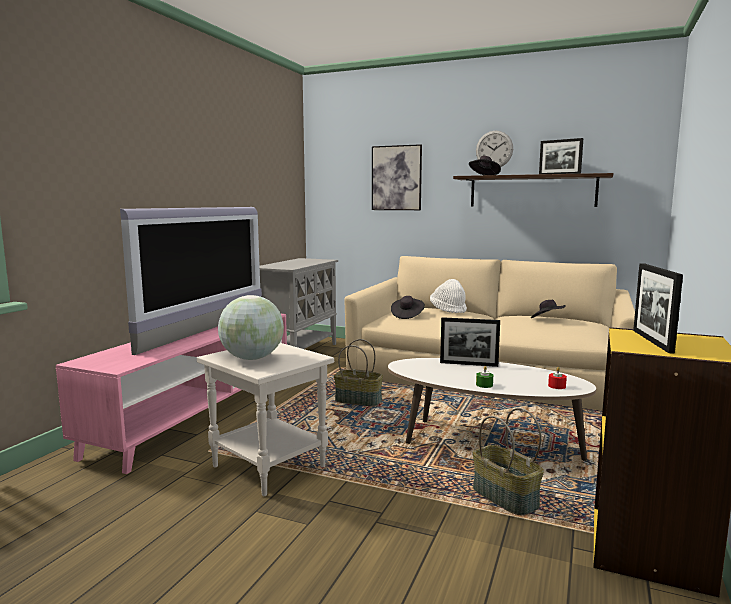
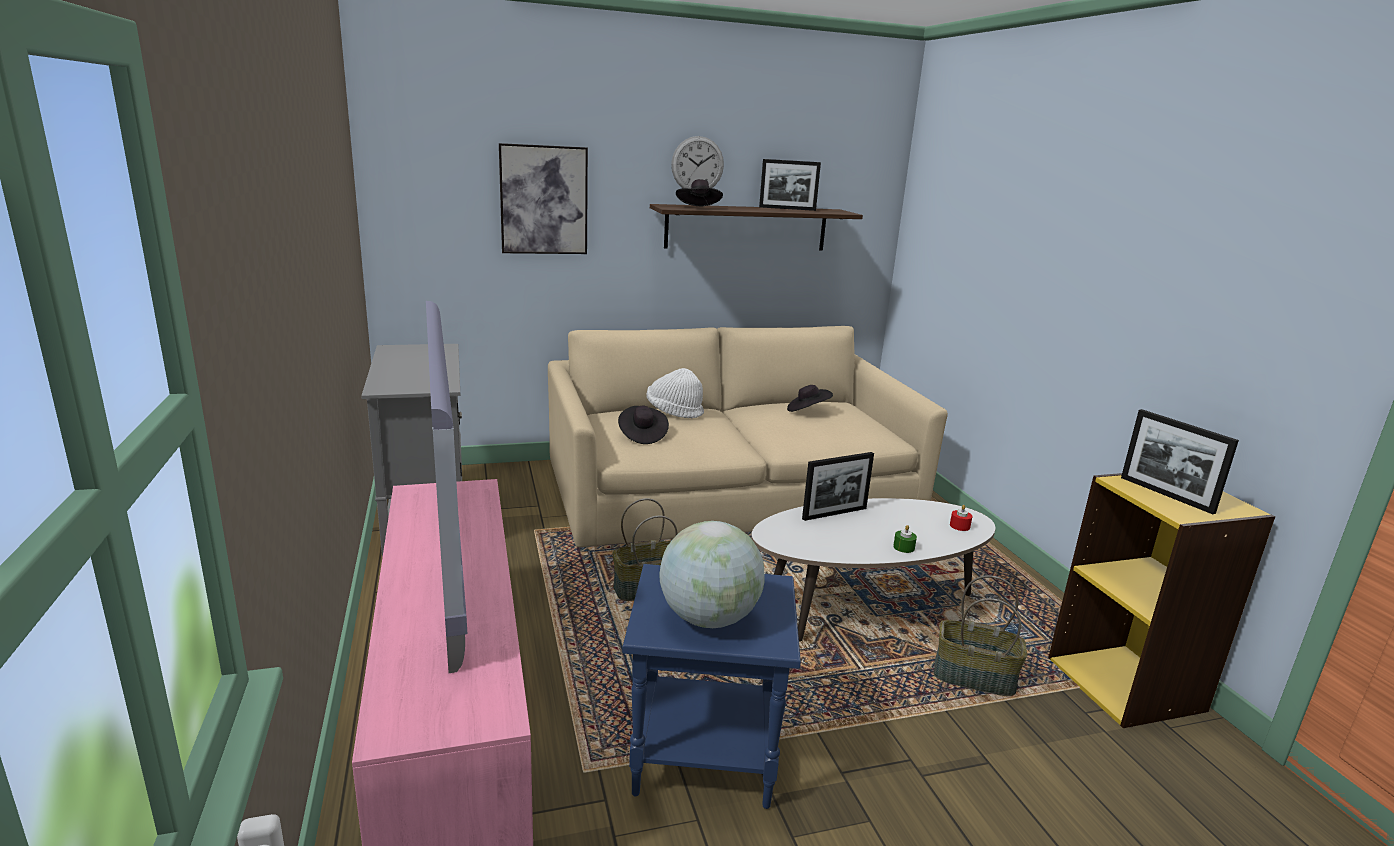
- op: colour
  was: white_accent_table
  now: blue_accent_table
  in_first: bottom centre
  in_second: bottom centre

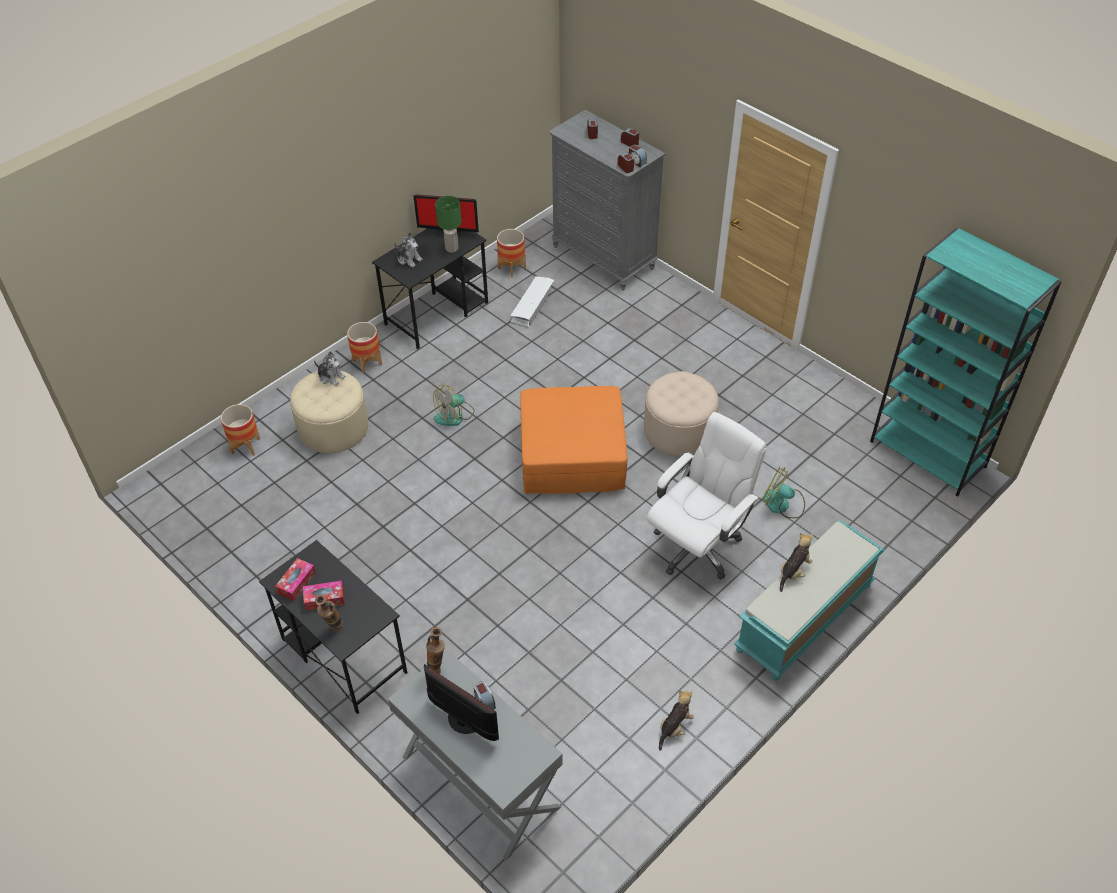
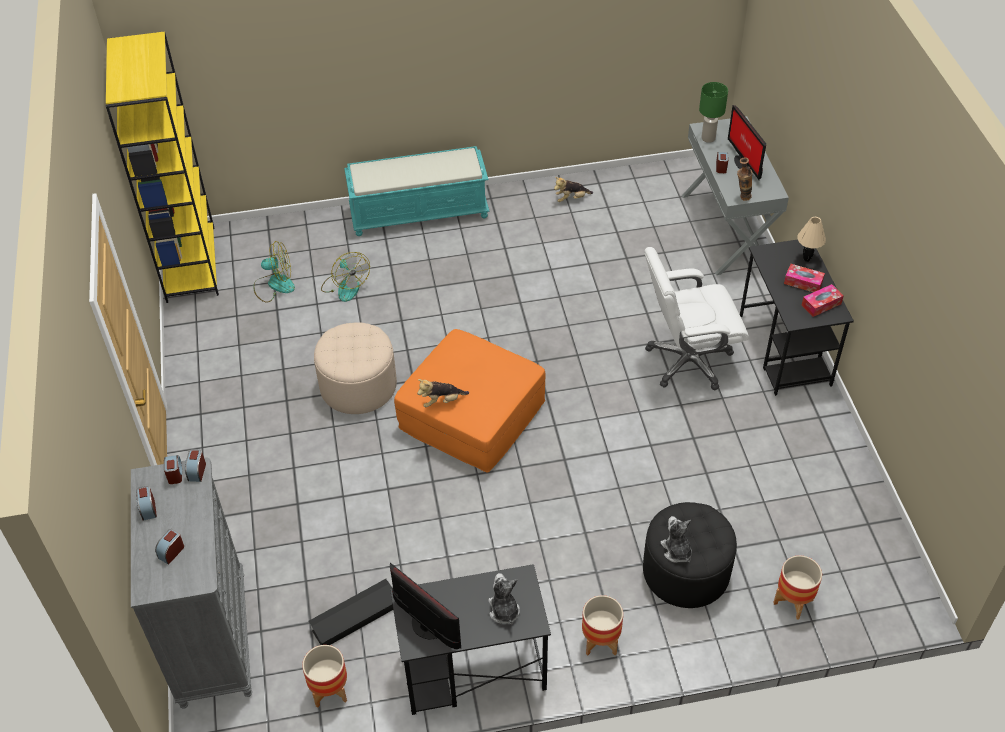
- op: relocated
  was: greenish_lamp_for_a_table
  in_first: top centre
  in_second: top right
- op: colour
  was: blue-green_shelving_unit
  now: yellow-coloured_shelving_unit
  in_first: middle right
  in_second: top left
- op: colour
  was: white_storage_bin
  now: blackish_storage_bin
  in_first: centre
  in_second: bottom centre
- op: colour
  was: beige_pouffe (no. 1 from left)
  now: blackish_pouffe
  in_first: middle left
  in_second: bottom right
- op: relocated
  was: cooling_fan (no. 1 from left)
  in_first: centre
  in_second: middle left
- op: relocated
  was: white_desk_chair
  in_first: centre
  in_second: middle right
- op: relocated
  was: plush_toy (no. 4 from left in the first image)
  now: plush_toy (no. 1 from left)
  in_first: middle right
  in_second: centre
- op: exchanged
  was: flower_vase (no. 1 from left)
  now: beige_lamp_for_a_table
  in_first: bottom left
  in_second: top right

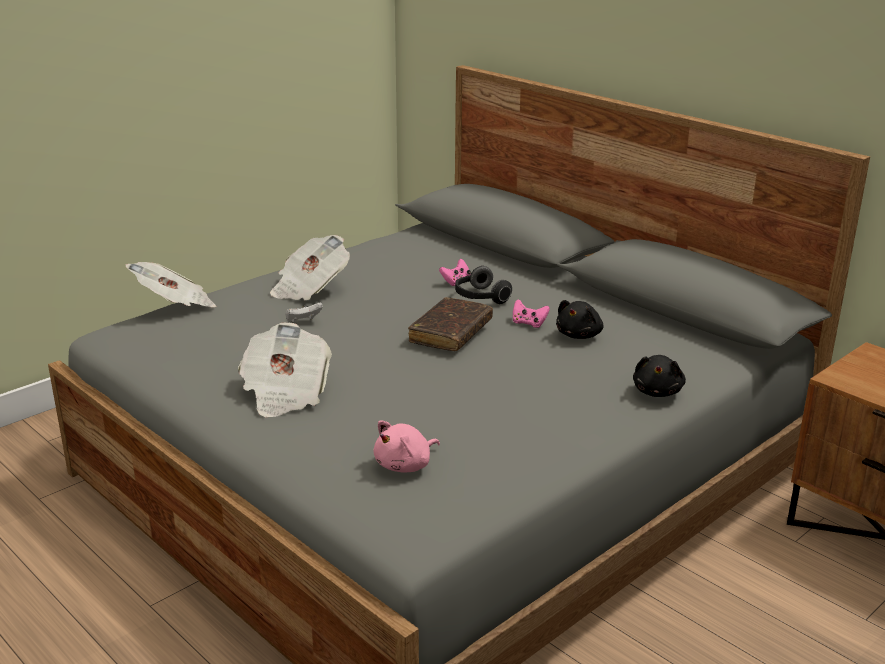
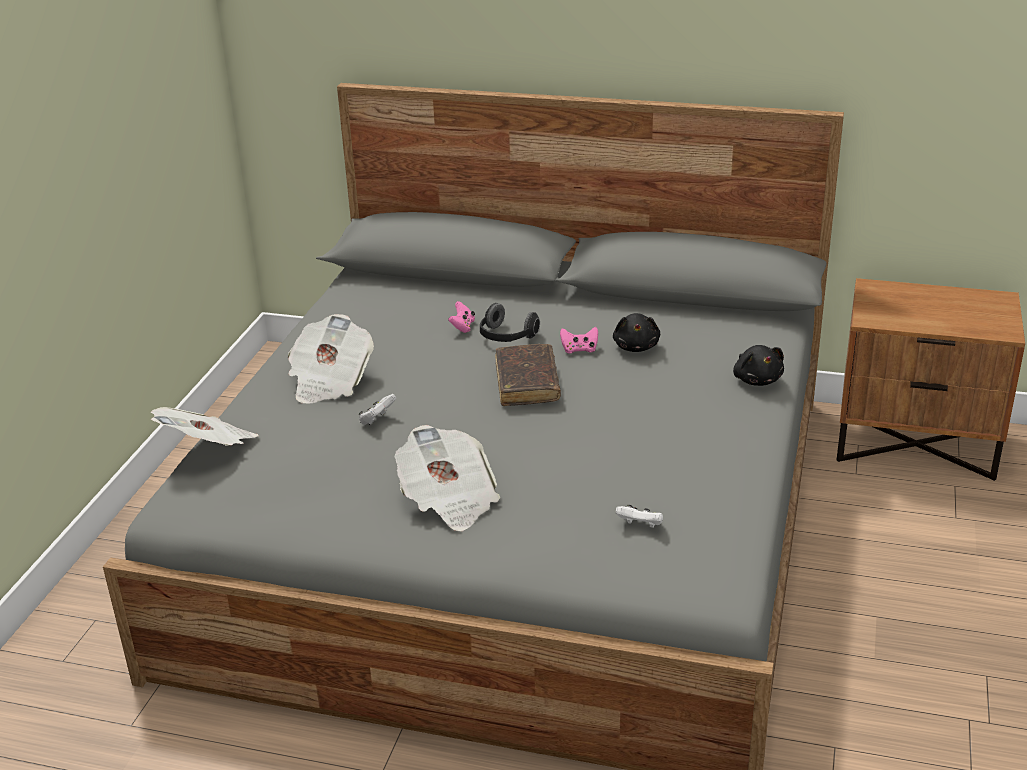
- op: exchanged
  was: pinkish_plush_toy
  now: white_gamepad (no. 2 from left)
  in_first: bottom centre
  in_second: bottom centre

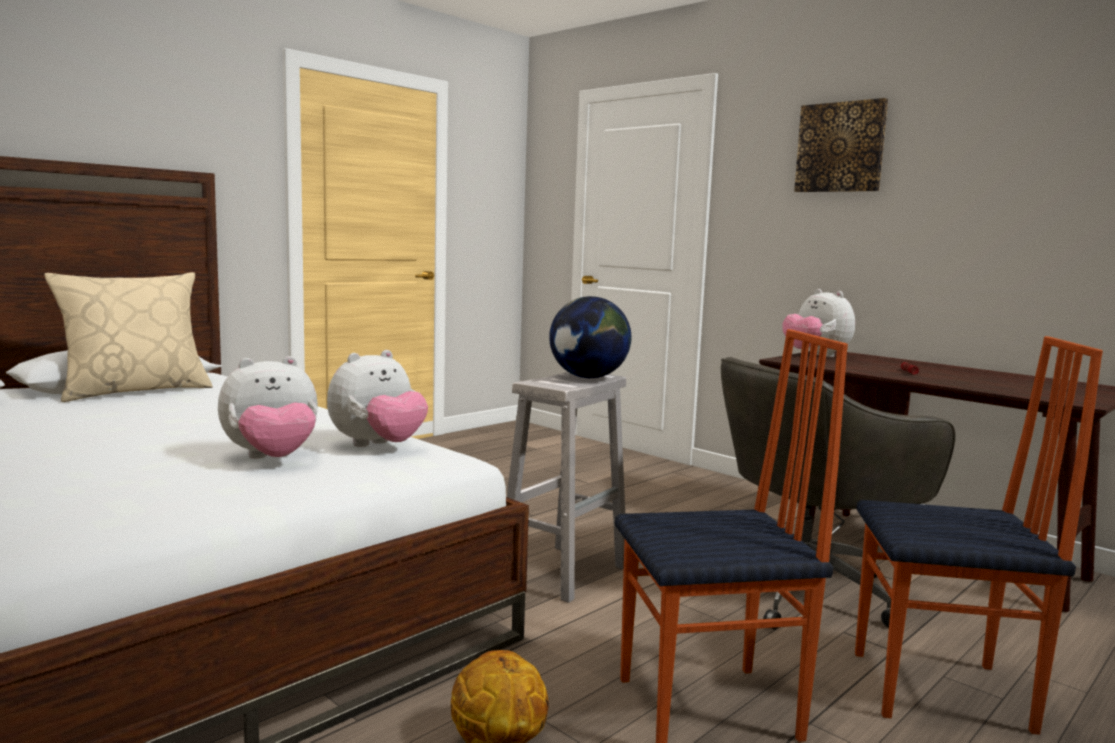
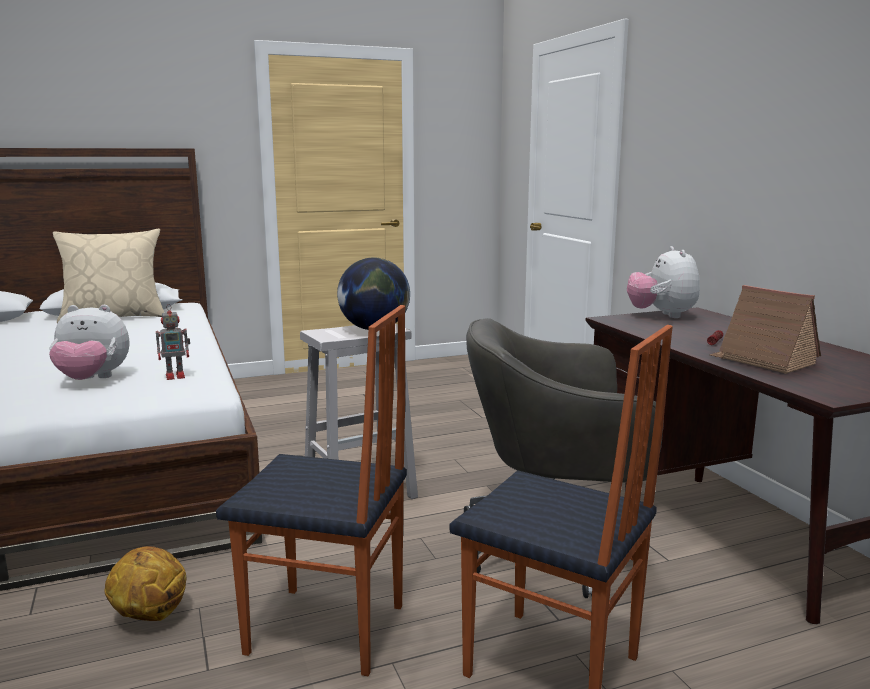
- op: missing
  was: picture
  in_first: top right
- op: exchanged
  was: plush_toy (no. 2 from left)
  now: model_robot
  in_first: centre
  in_second: middle left
- op: appeared
  now: model_house
  in_second: middle right

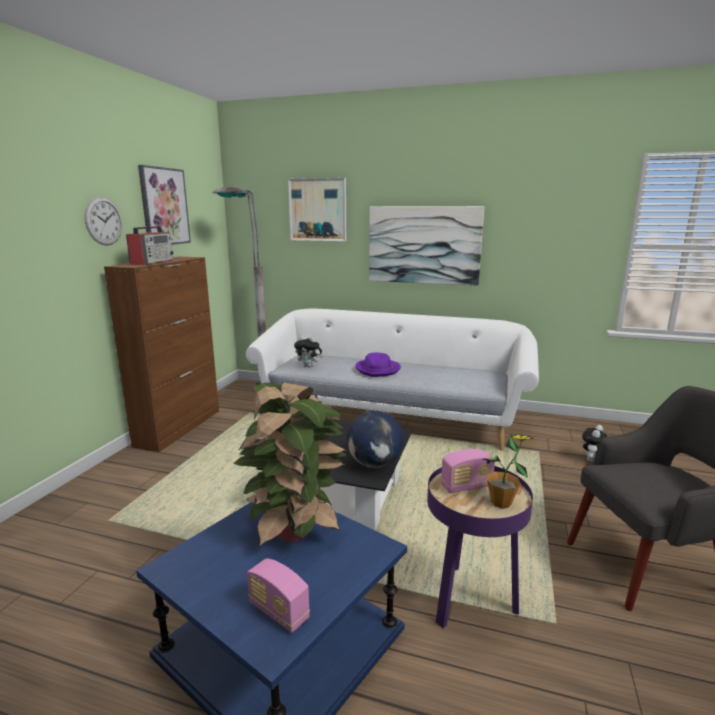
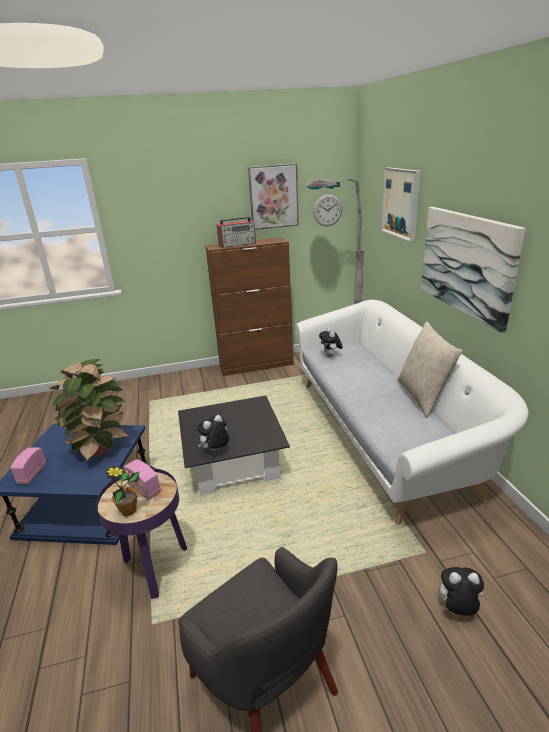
- op: relocated
  was: clock_on_the_wall
  in_first: top left
  in_second: top centre
- op: missing
  was: purple-coloured_wearable_hat
  in_first: centre
- op: exchanged
  was: world_globe
  now: plush_toy (no. 1 from left)
  in_first: centre
  in_second: centre
- op: appeared
  now: beige_pillow
  in_second: middle right

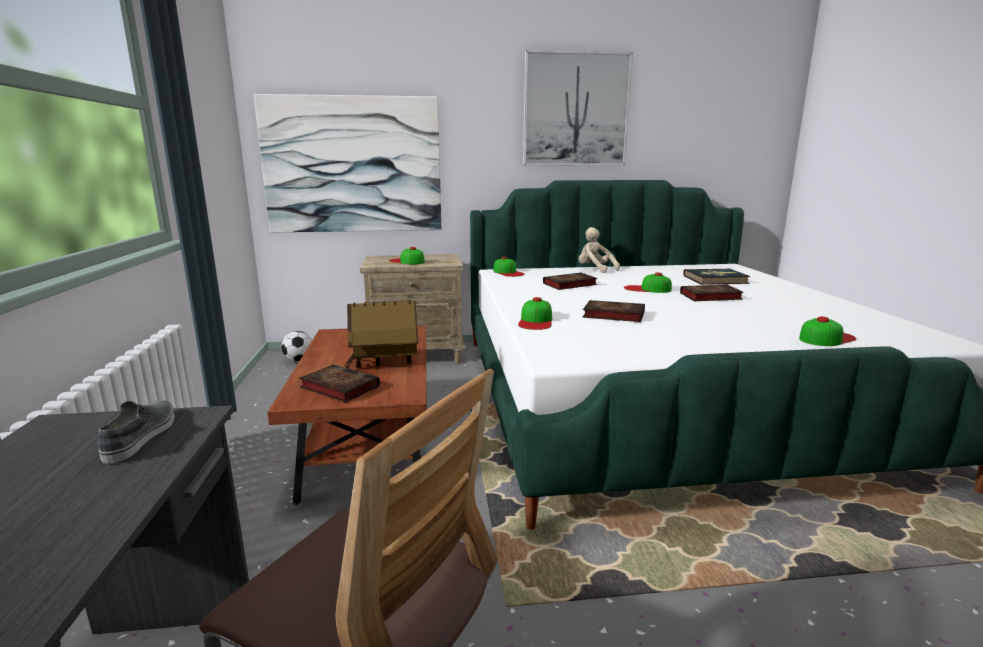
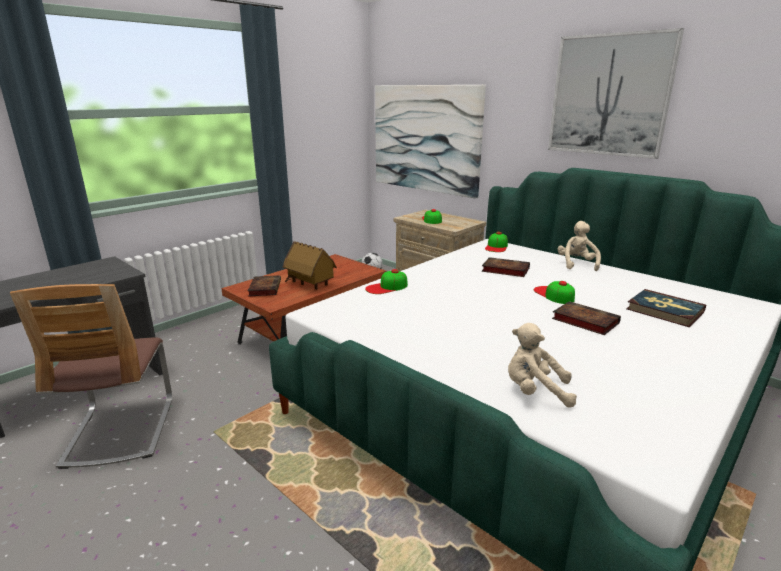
- op: missing
  was: volume (no. 3 from left)
  in_first: centre
- op: exchanged
  was: baseball_cap (no. 5 from left)
  now: beige_plush_toy (no. 1 from left)
  in_first: middle right
  in_second: middle right
- op: missing
  was: grey_item_of_footwear
  in_first: middle left

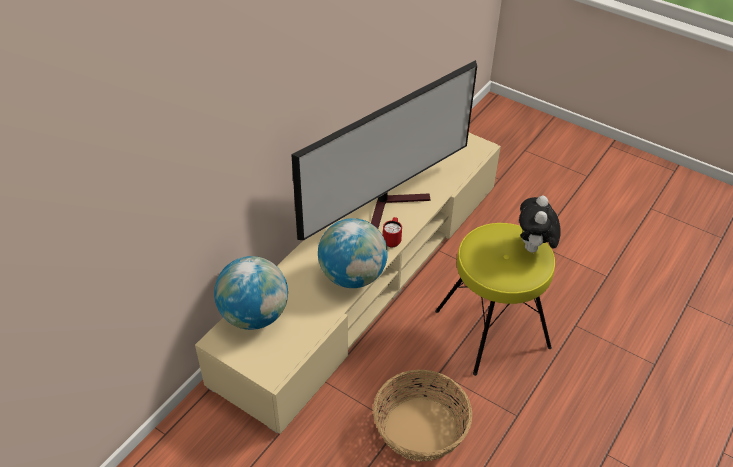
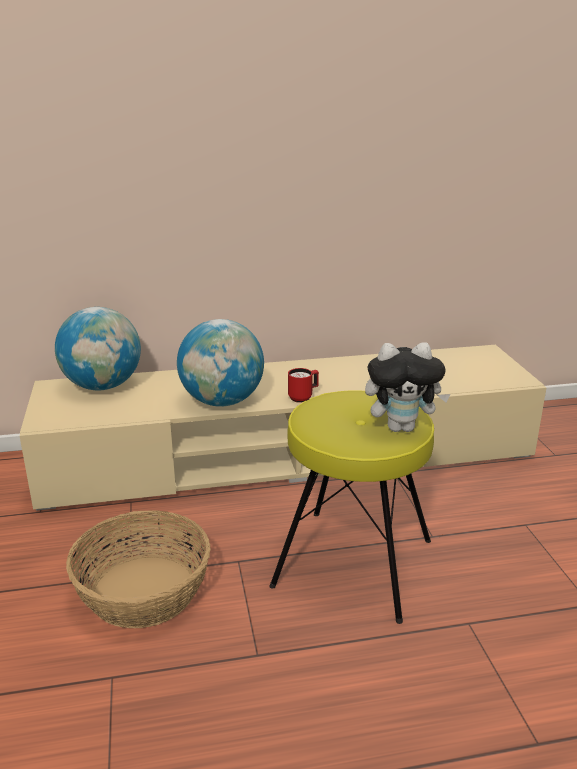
- op: missing
  was: television
  in_first: top centre
- op: spun
  was: plush_toy
  in_first: middle right
  in_second: middle right
  clockwise: -150

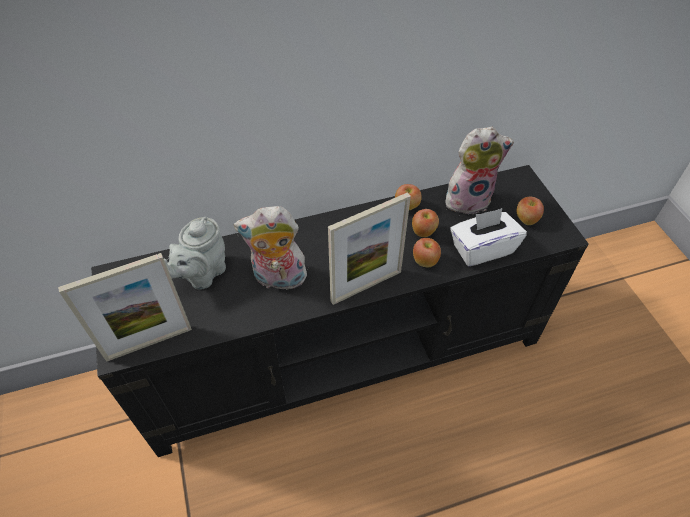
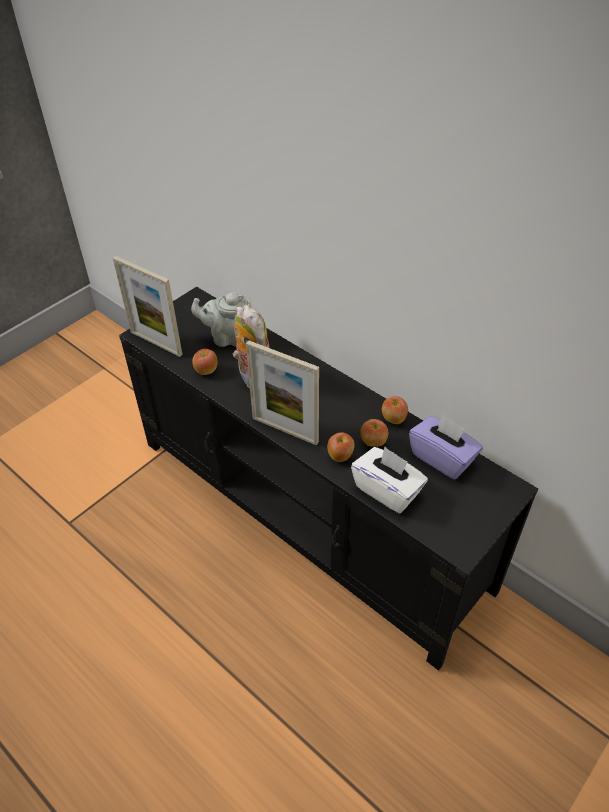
- op: exchanged
  was: plush_toy (no. 2 from left)
  now: purple-coloured_box_of_tissues
  in_first: top right
  in_second: middle right
- op: relocated
  was: apple_fruit (no. 4 from left in the first image)
  now: apple_fruit (no. 1 from left)
  in_first: middle right
  in_second: centre

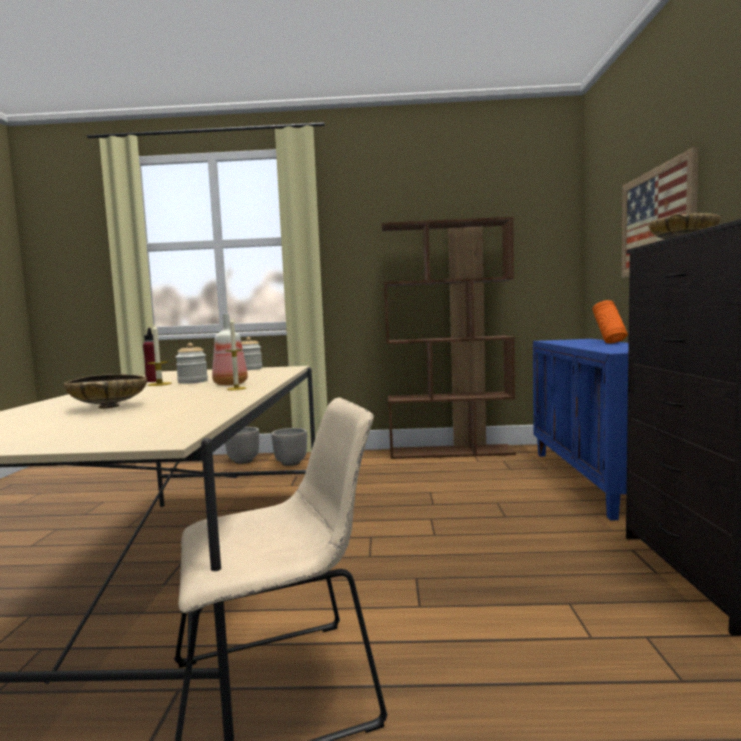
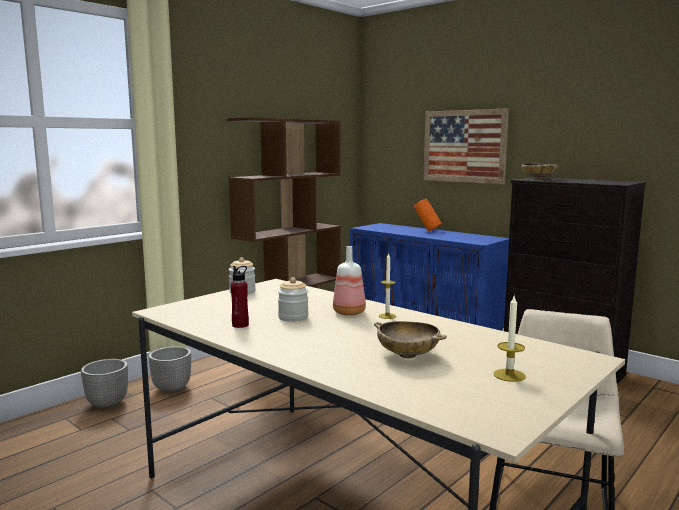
- op: relocated
  was: wax_candle (no. 1 from left in the first image)
  now: wax_candle (no. 2 from left)
  in_first: middle left
  in_second: middle right

